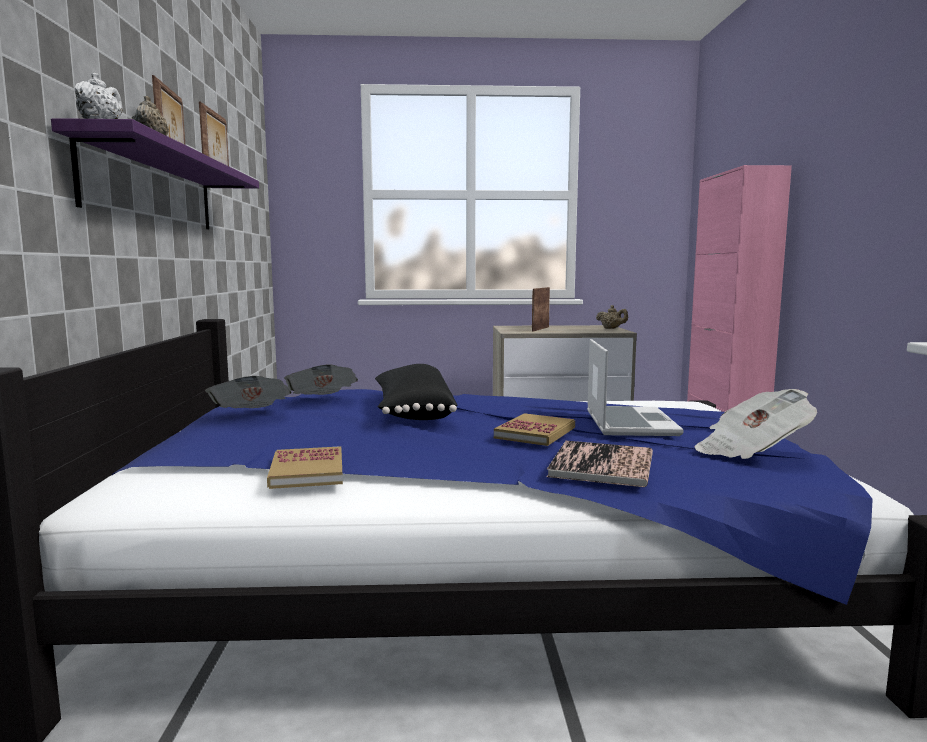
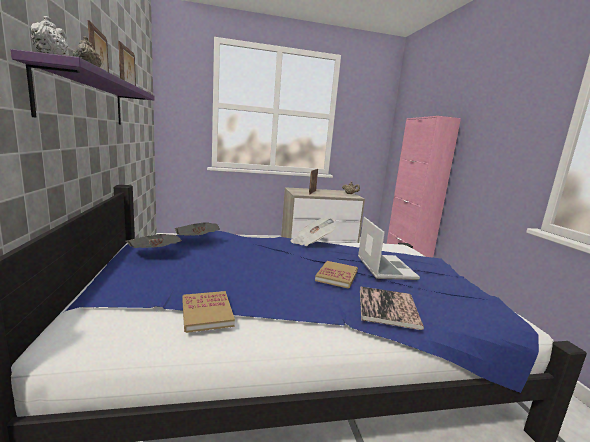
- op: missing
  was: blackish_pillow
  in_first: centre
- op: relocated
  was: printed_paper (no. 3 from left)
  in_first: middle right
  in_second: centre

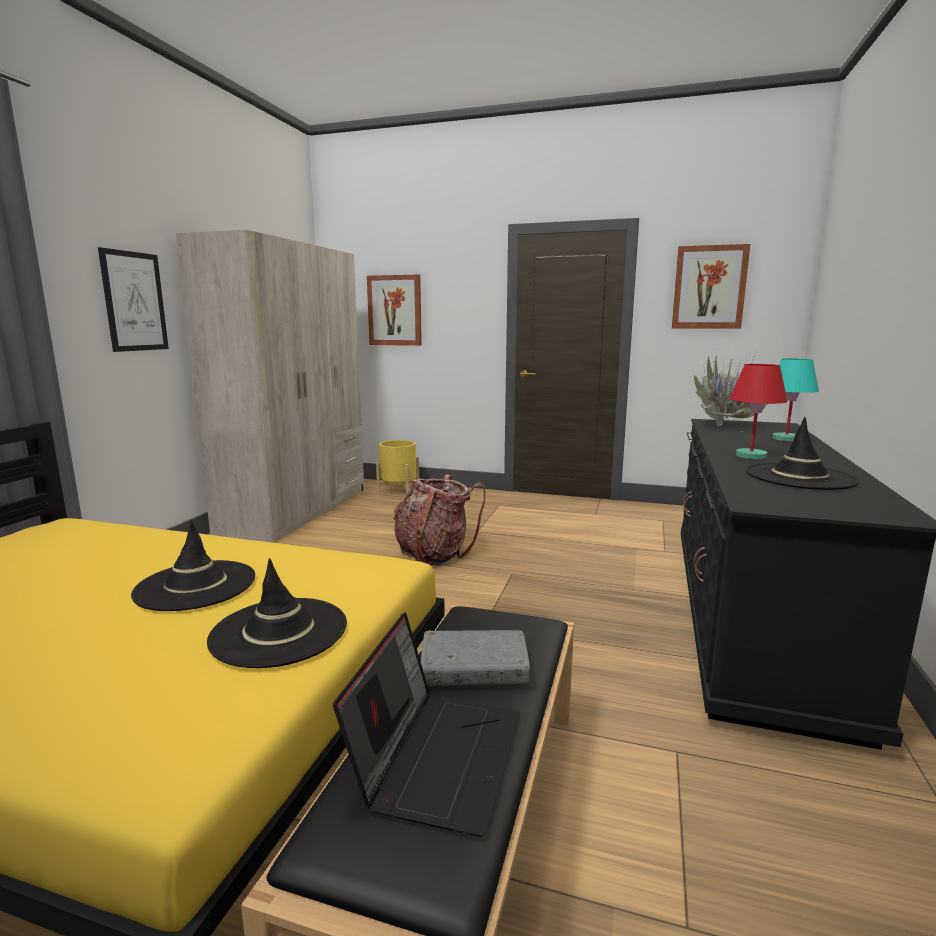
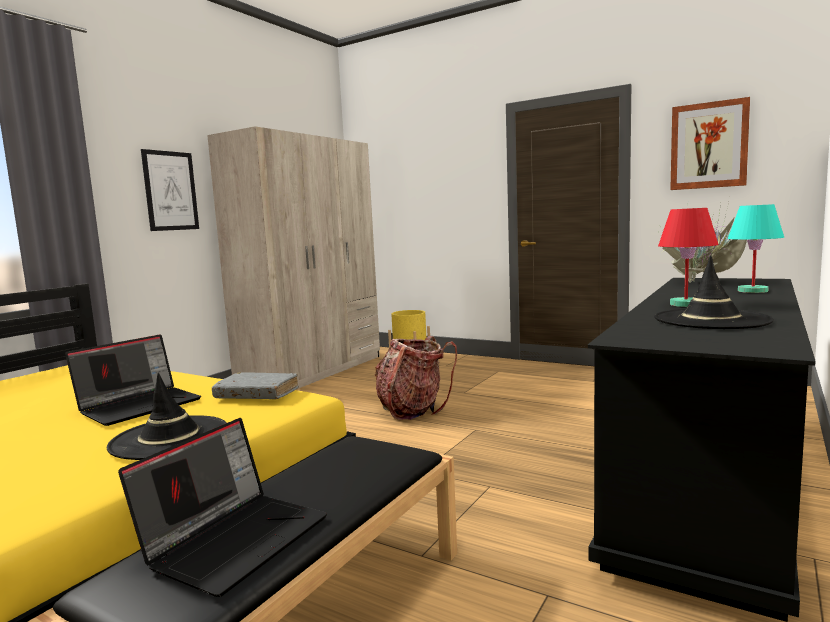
- op: missing
  was: picture (no. 2 from left)
  in_first: top centre
- op: exchanged
  was: blackish_wearable_hat (no. 1 from left)
  now: portable_computer (no. 1 from left)
  in_first: middle left
  in_second: middle left
- op: relocated
  was: grey_volume
  in_first: bottom centre
  in_second: middle left

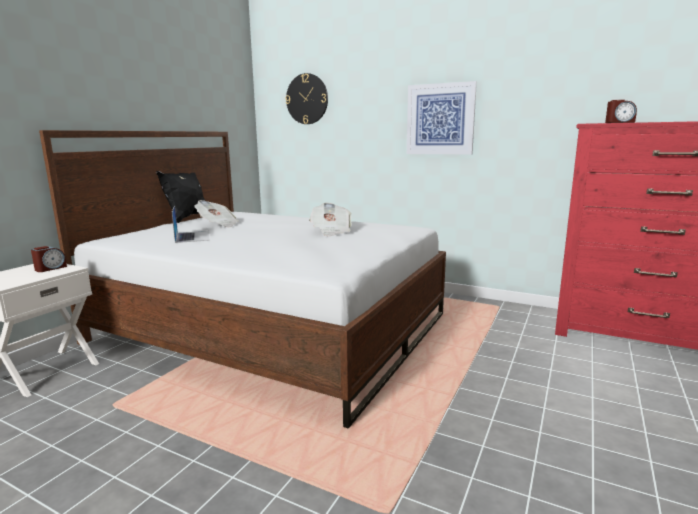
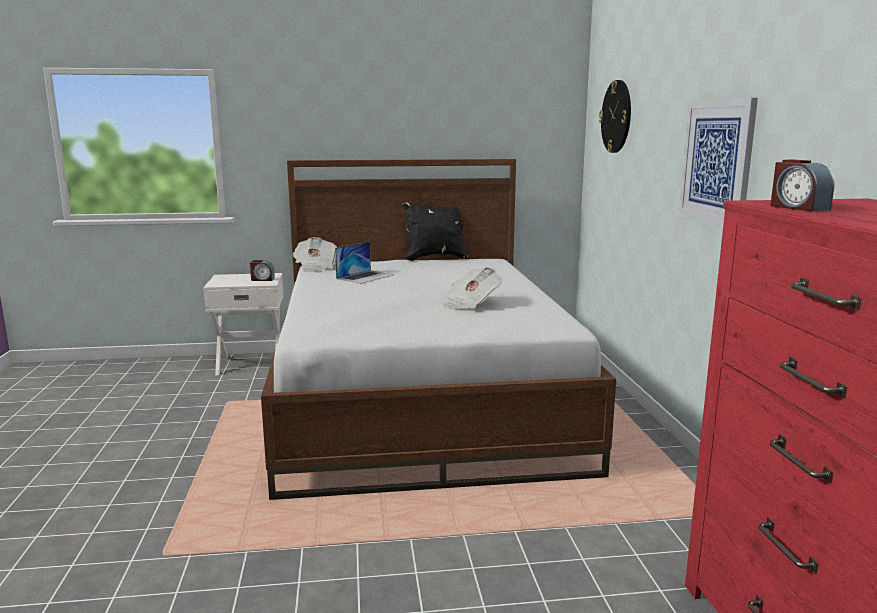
- op: relocated
  was: printed_paper (no. 1 from left)
  in_first: middle left
  in_second: centre

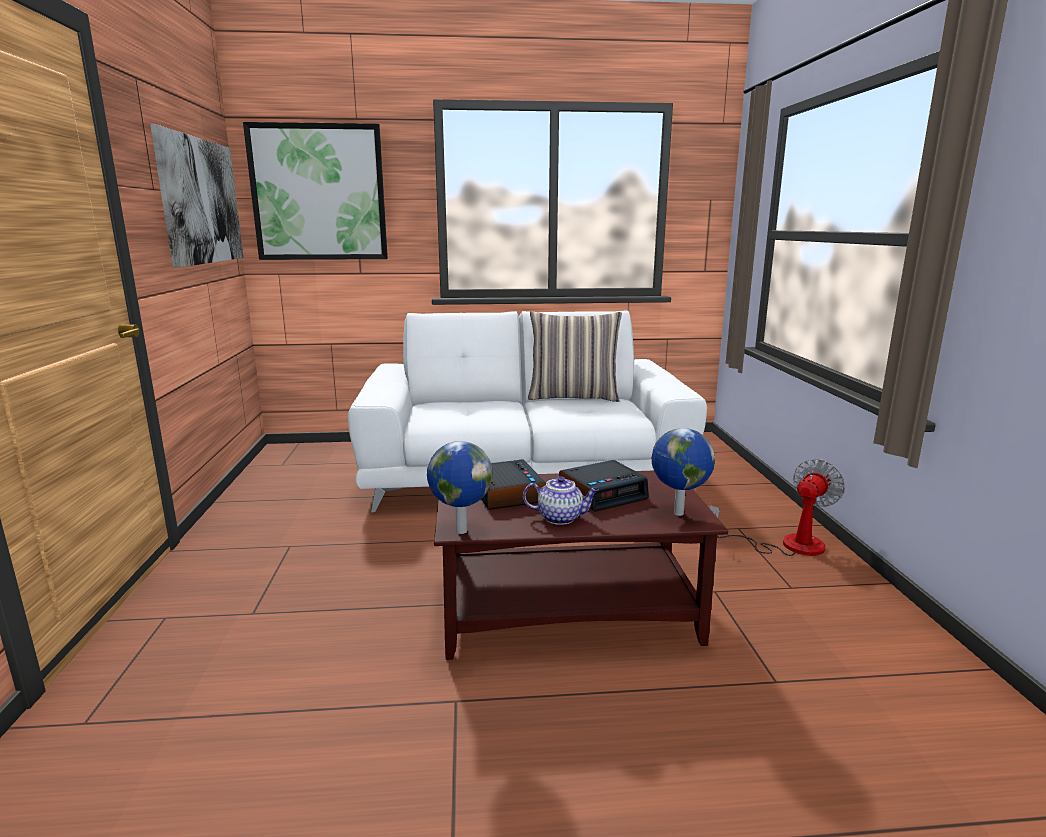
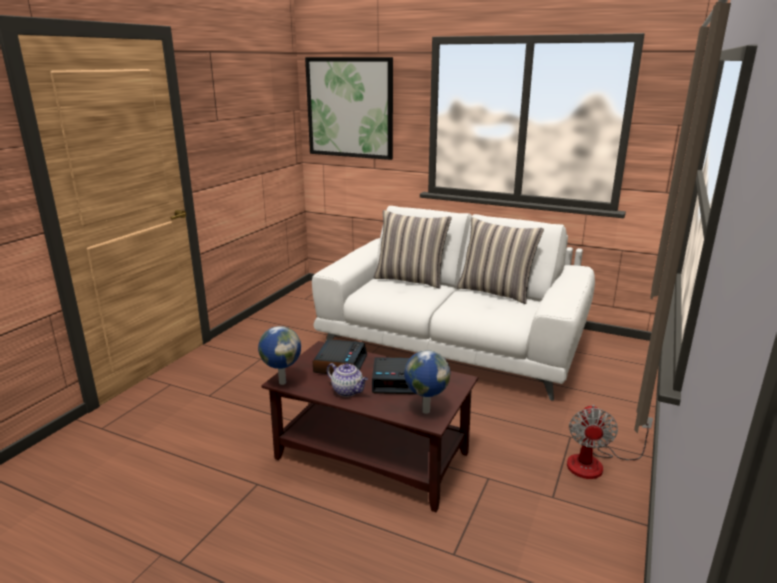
- op: missing
  was: picture (no. 1 from left)
  in_first: top left
- op: spun
  was: cooling_fan
  in_first: middle right
  in_second: bottom right
  clockwise: 120
- op: appeared
  now: pillow (no. 1 from left)
  in_second: centre

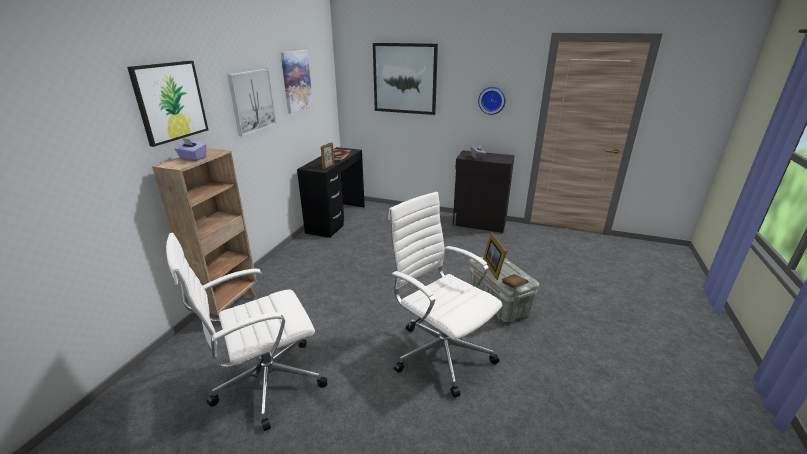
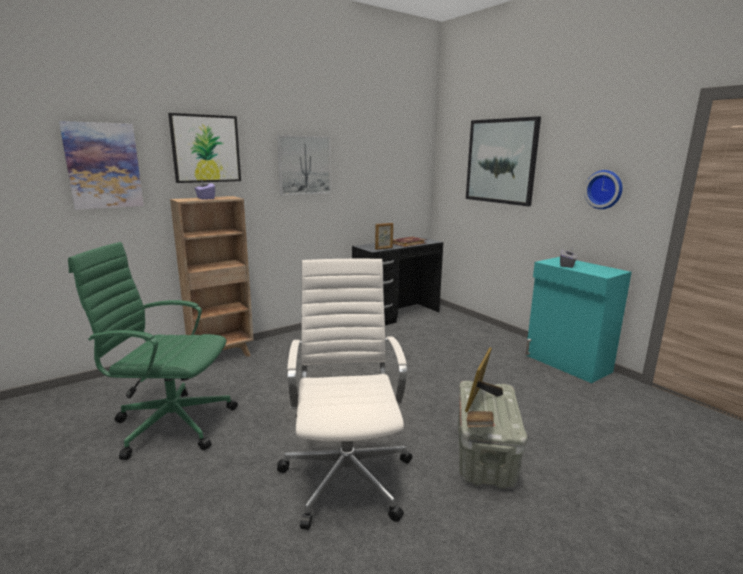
- op: relocated
  was: picture (no. 3 from left in the first image)
  now: picture (no. 1 from left)
  in_first: top centre
  in_second: top left
- op: colour
  was: blackish_storage_cabinet
  now: blue-green_storage_cabinet
  in_first: centre
  in_second: middle right
- op: colour
  was: white_desk_chair (no. 1 from left)
  now: greenish_desk_chair
  in_first: bottom left
  in_second: middle left

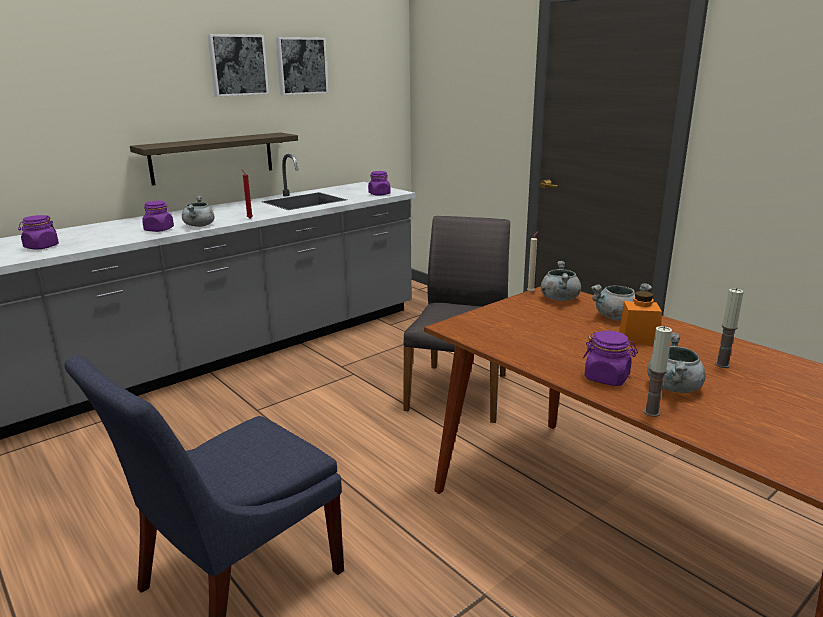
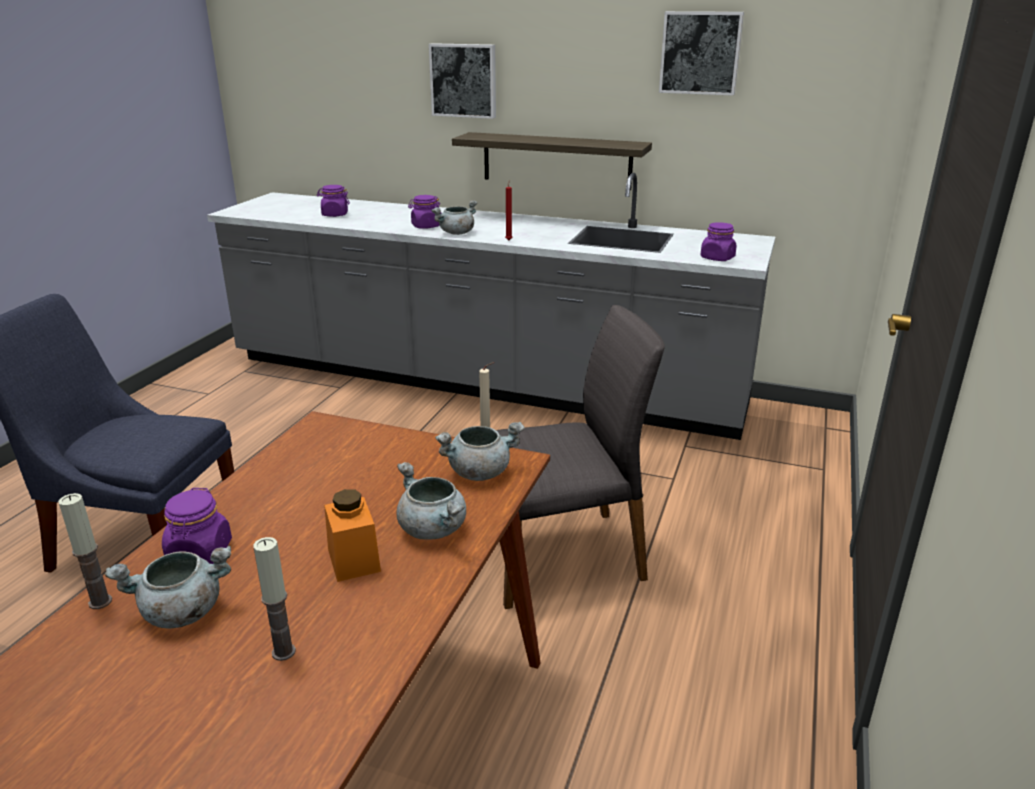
- op: relocated
  was: picture (no. 1 from left)
  in_first: top left
  in_second: top centre

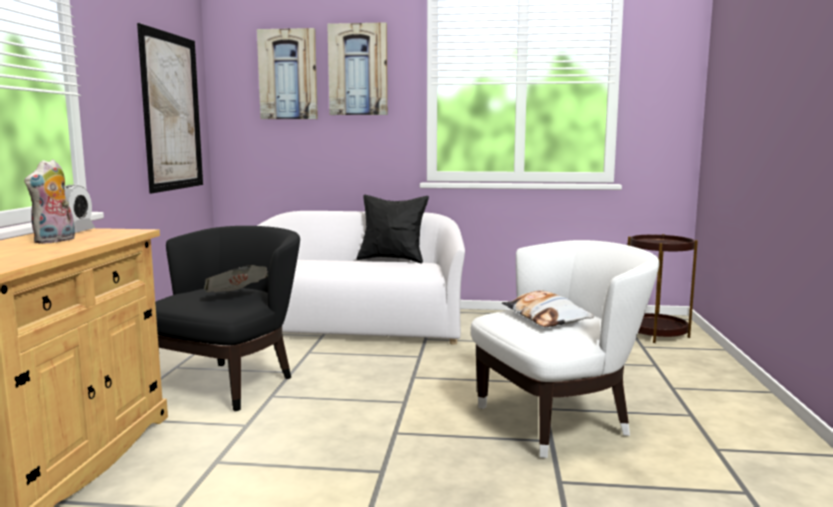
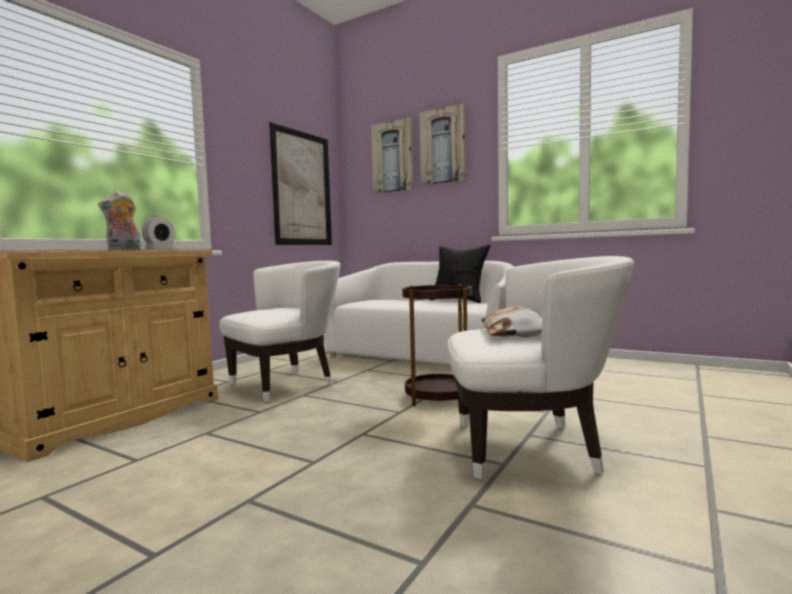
- op: colour
  was: blackish_easy_chair
  now: white_easy_chair (no. 1 from left)
  in_first: middle left
  in_second: centre
- op: relocated
  was: brown-coloured_accent_table
  in_first: middle right
  in_second: centre
- op: missing
  was: printed_paper
  in_first: middle left

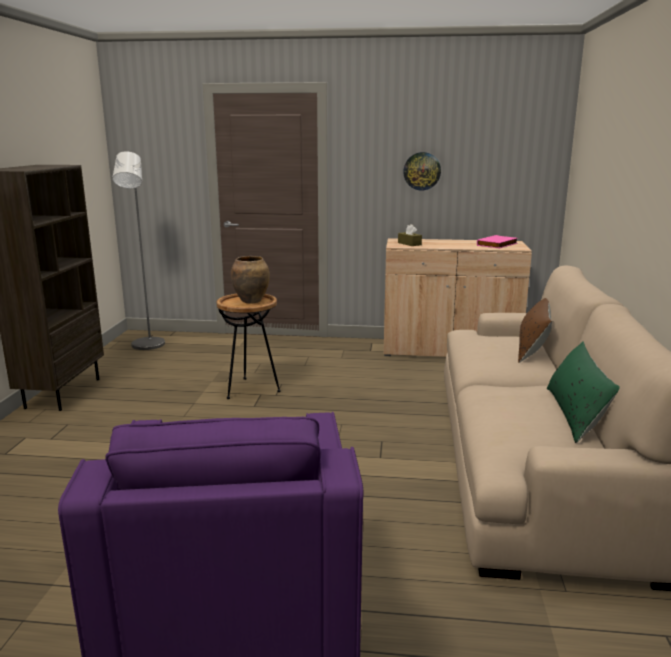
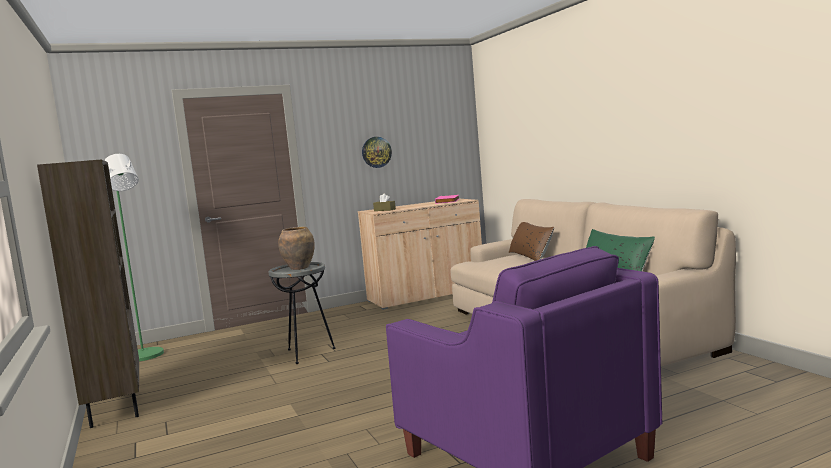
- op: colour
  was: grey_floor_lamp
  now: greenish_floor_lamp
  in_first: middle left
  in_second: middle left
- op: colour
  was: brown-coloured_accent_table
  now: grey_accent_table
  in_first: centre
  in_second: bottom centre

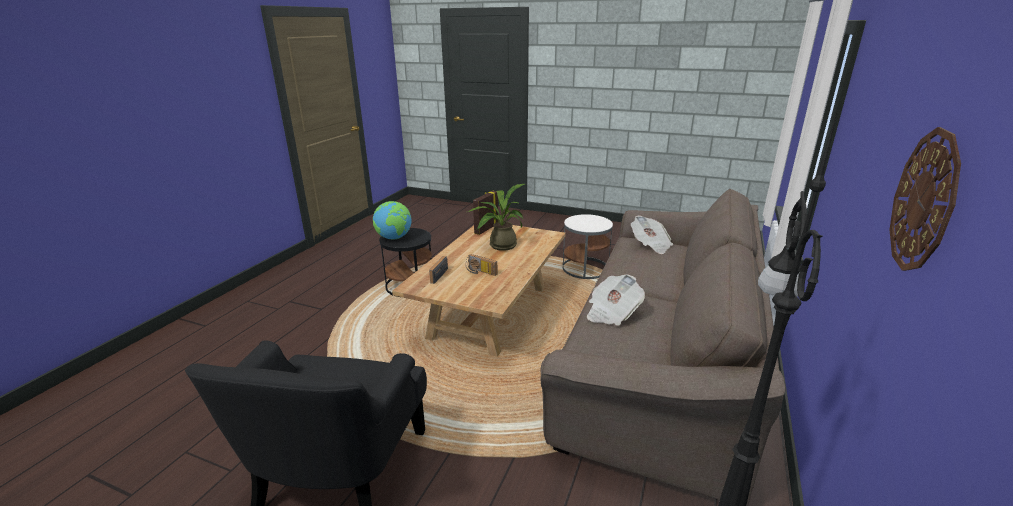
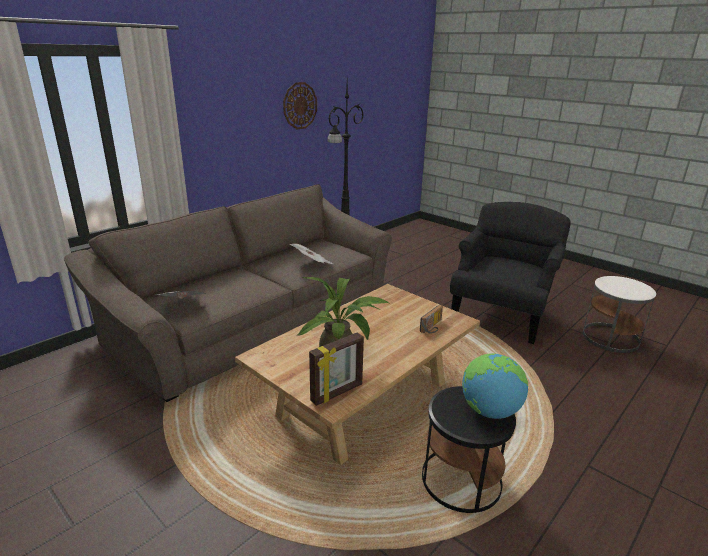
- op: relocated
  was: white_accent_table
  in_first: centre
  in_second: middle right
- op: missing
  was: radio_receiver (no. 2 from left)
  in_first: centre

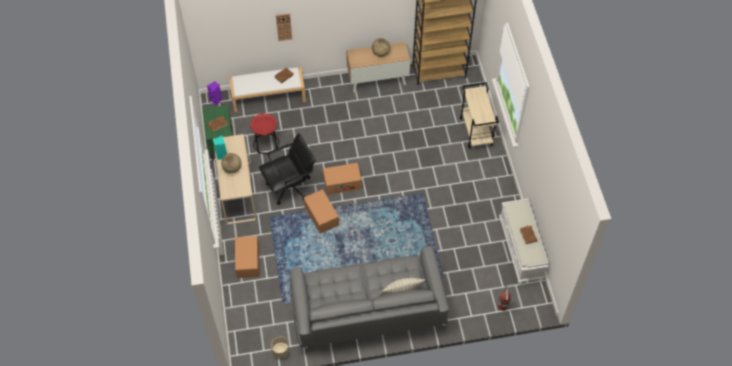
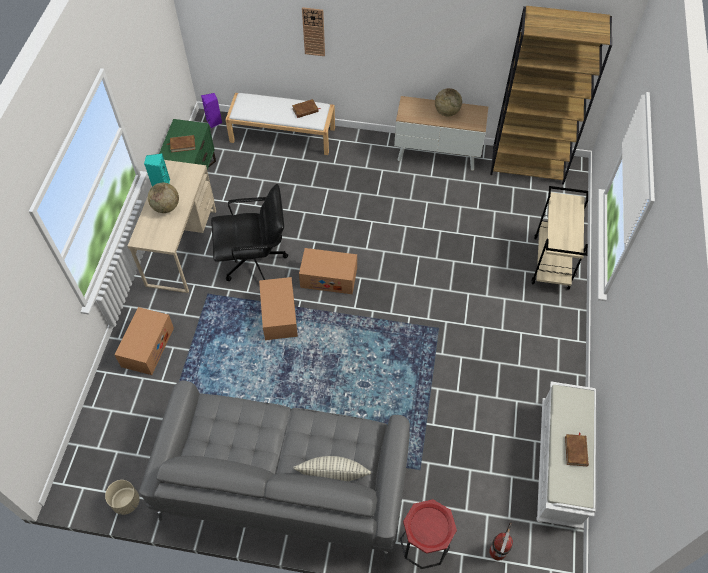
- op: relocated
  was: red_accent_table
  in_first: centre
  in_second: bottom centre

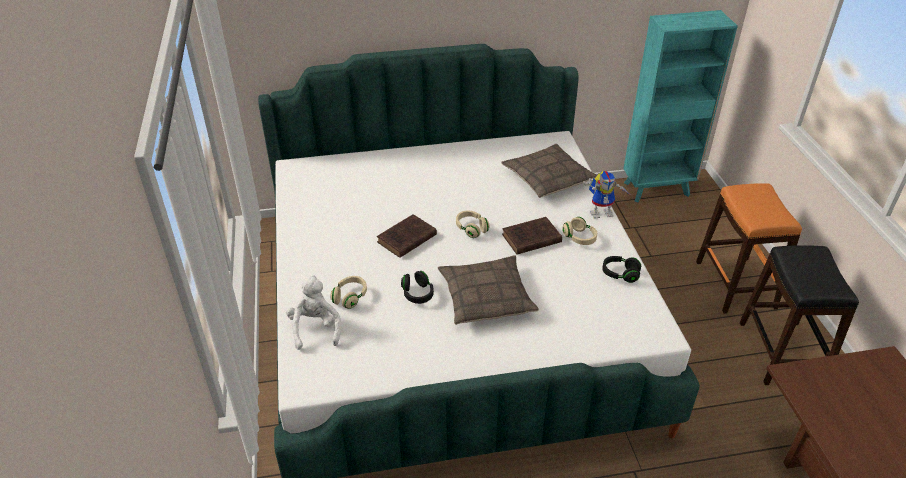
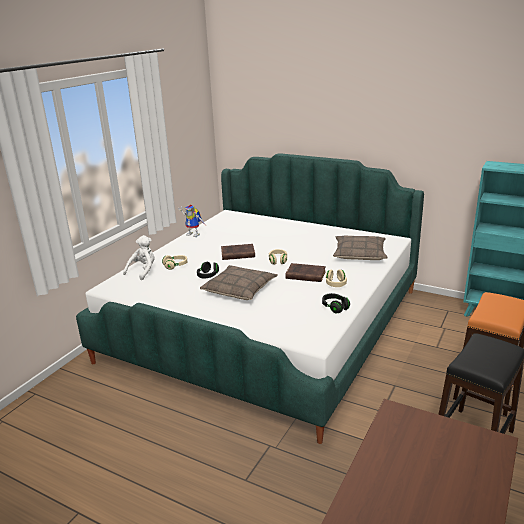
- op: relocated
  was: model_robot
  in_first: middle right
  in_second: centre

